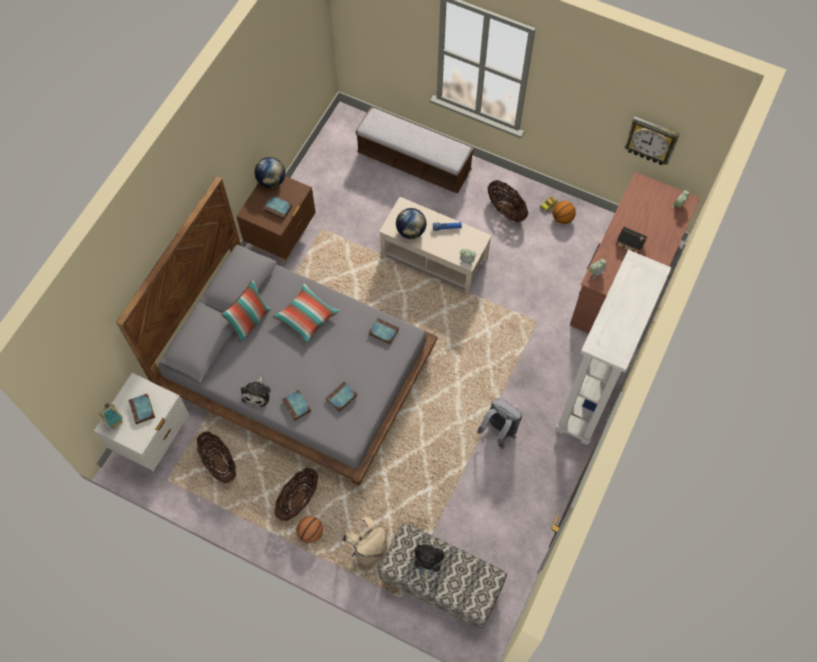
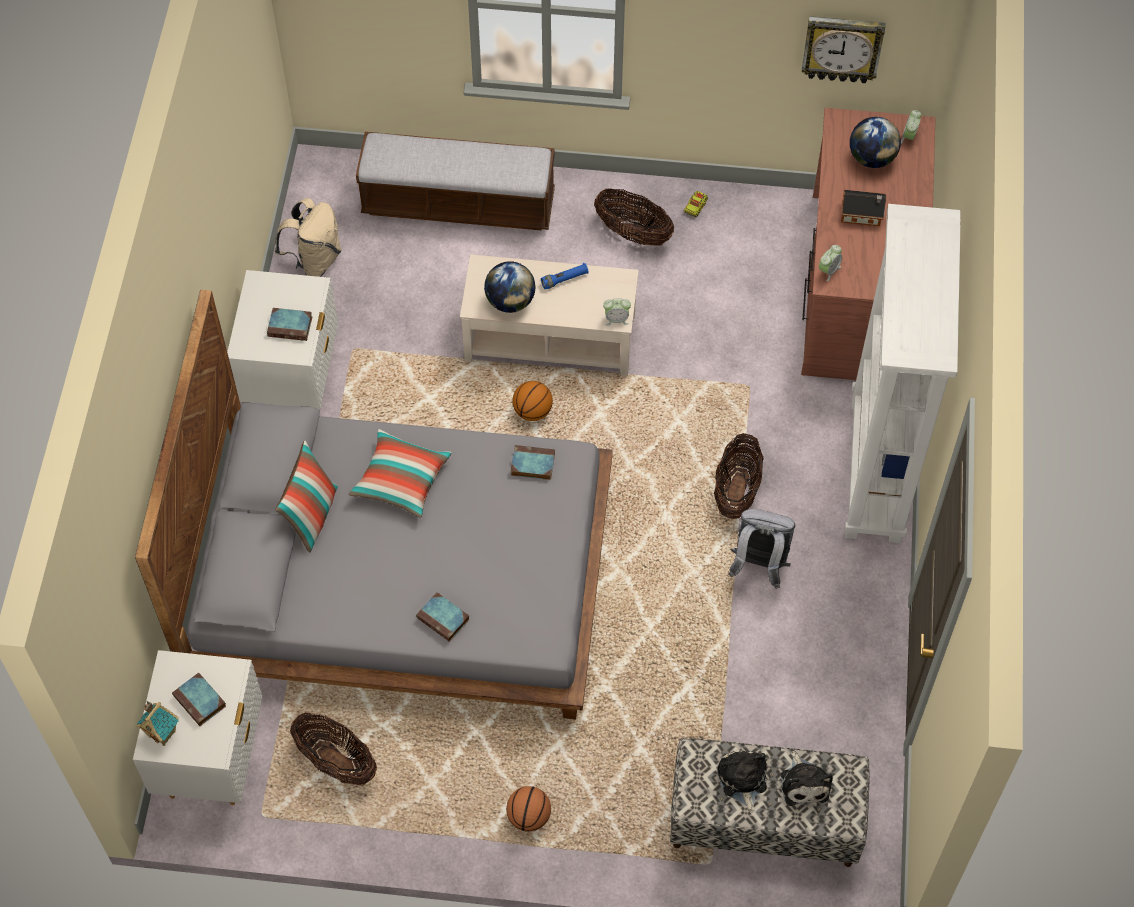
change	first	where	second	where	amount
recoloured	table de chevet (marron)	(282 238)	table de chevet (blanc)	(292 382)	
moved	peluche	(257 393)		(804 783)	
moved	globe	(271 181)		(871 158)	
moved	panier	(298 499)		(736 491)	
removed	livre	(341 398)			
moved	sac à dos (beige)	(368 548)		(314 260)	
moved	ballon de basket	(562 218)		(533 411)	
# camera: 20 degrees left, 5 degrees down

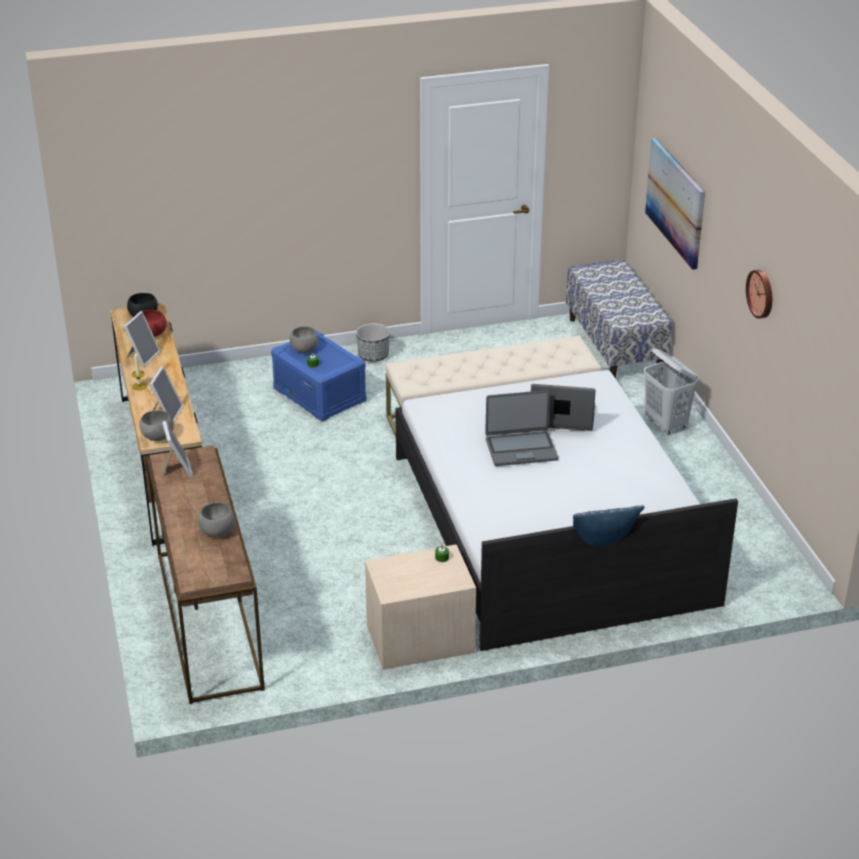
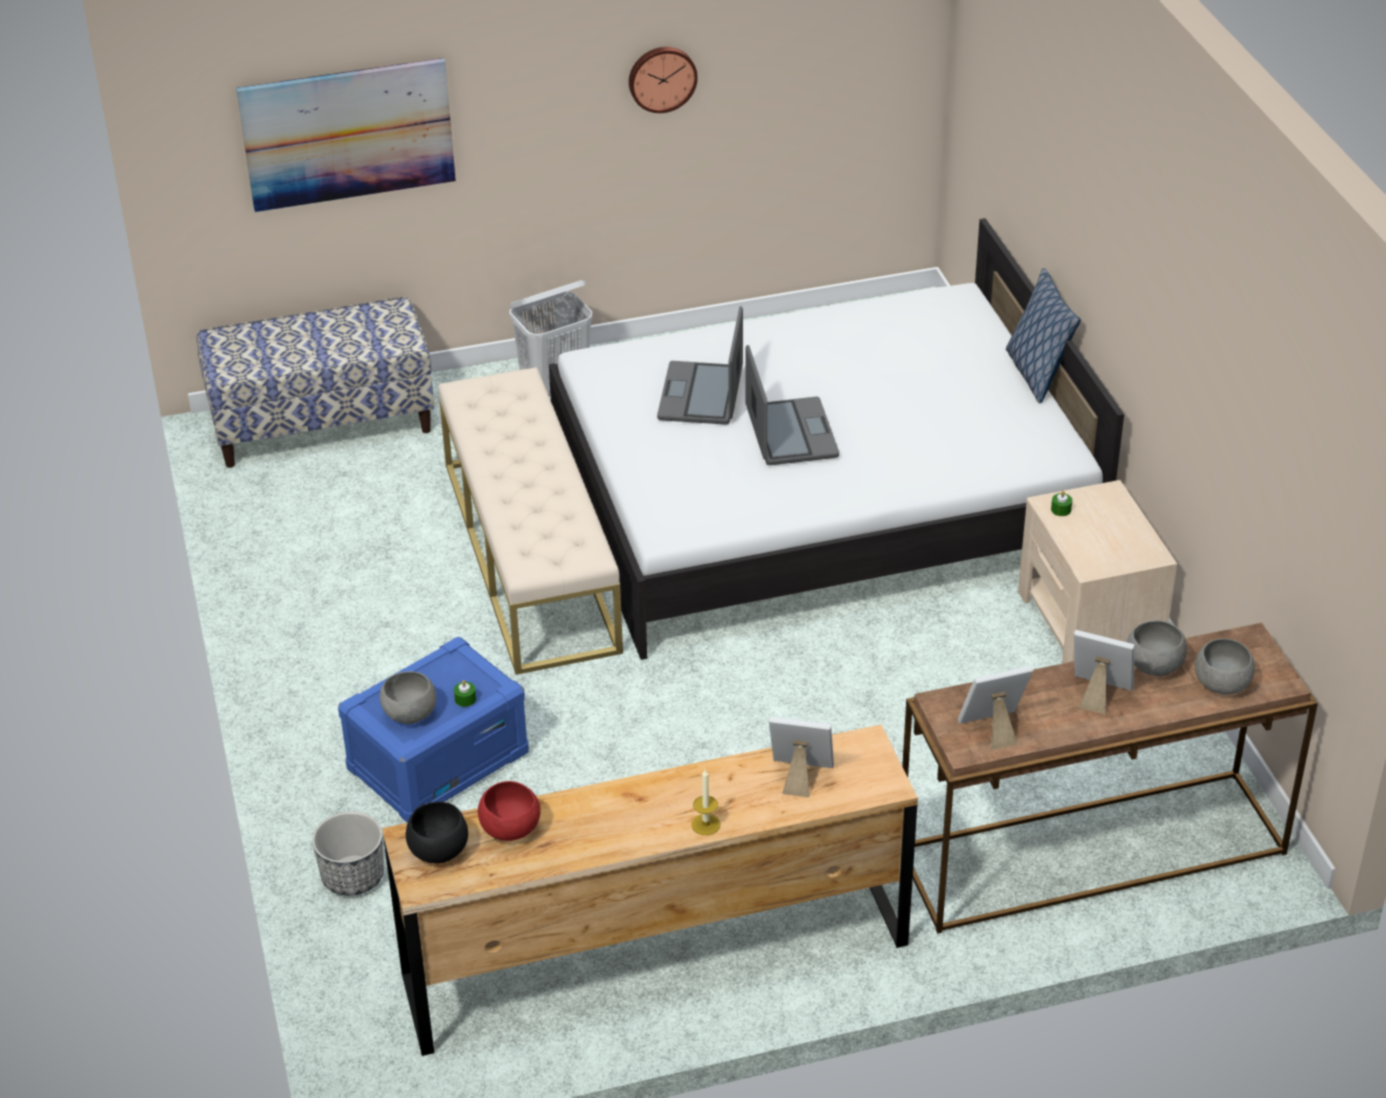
change	first	where	second	where	amount
moved	cadre photo	(142 357)		(1098 694)	
moved	bol (gris)	(158 437)		(1222 685)	
moved	cache-pot	(373 356)		(353 876)	
# camera: 90 degrees left, 5 degrees up

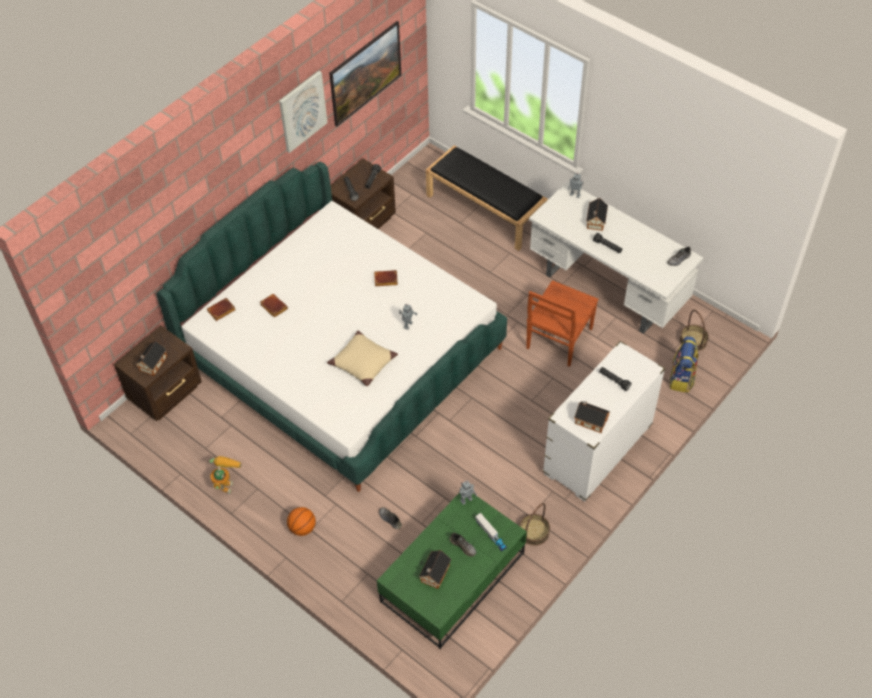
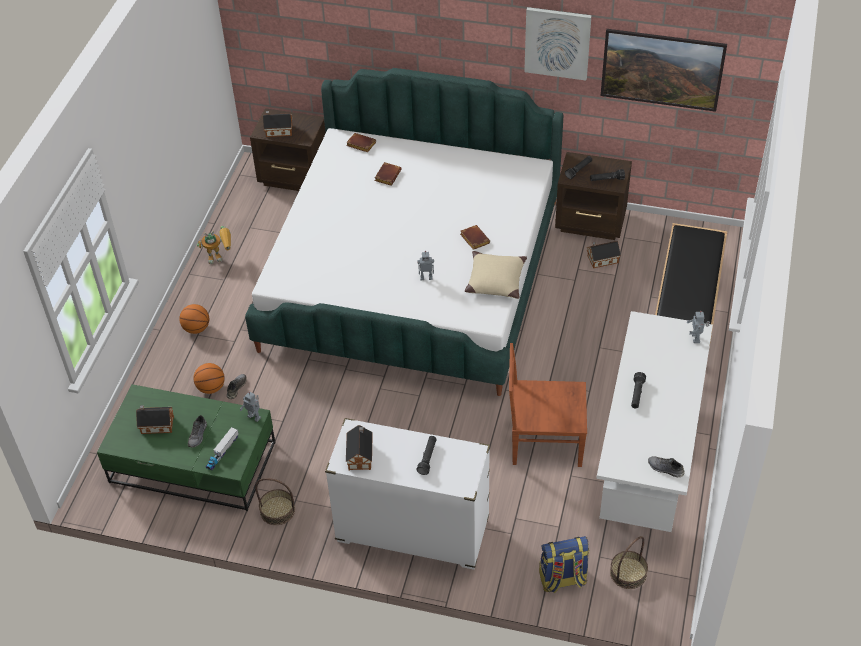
change	first	where	second	where	amount
moved	coussin (beige)	(362 363)		(495 280)	
moved	maison miniature	(595 221)		(601 259)	
added			ballon de basket	(211 388)	
# camera: 65 degrees right, 5 degrees down

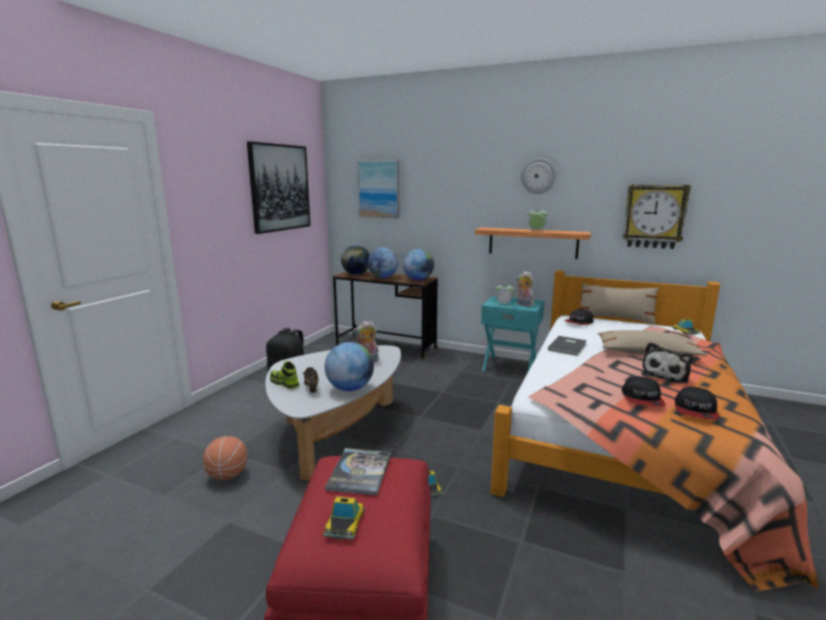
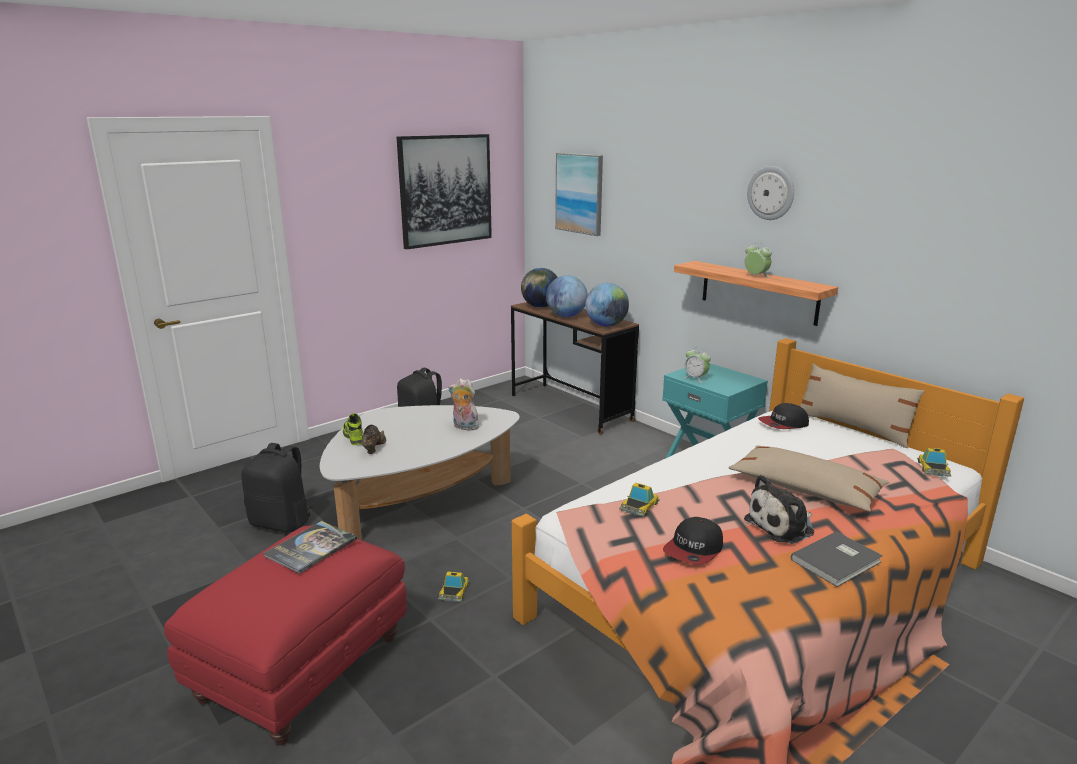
change	first	where	second	where	amount
replaced	ballon de basket	(227 475)	sac à dos (noir)	(282 522)	
moved	petite voiture	(344 523)		(639 505)	
removed	globe	(350 388)			
removed	peluche	(523 304)			
moved	livre (gris)	(568 347)		(838 561)	
removed	horloge murale	(654 216)			
removed	casquette	(695 411)			
# camera: 25 degrees right, 5 degrees up

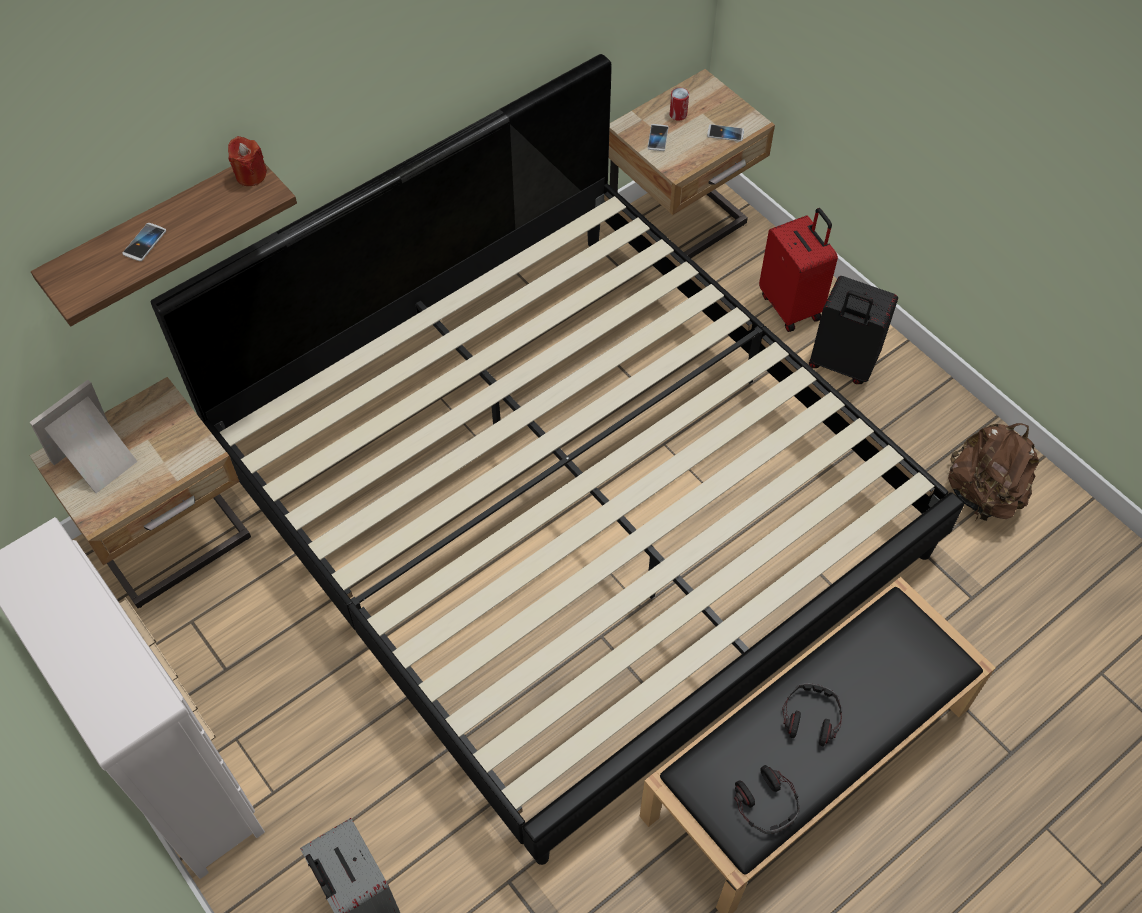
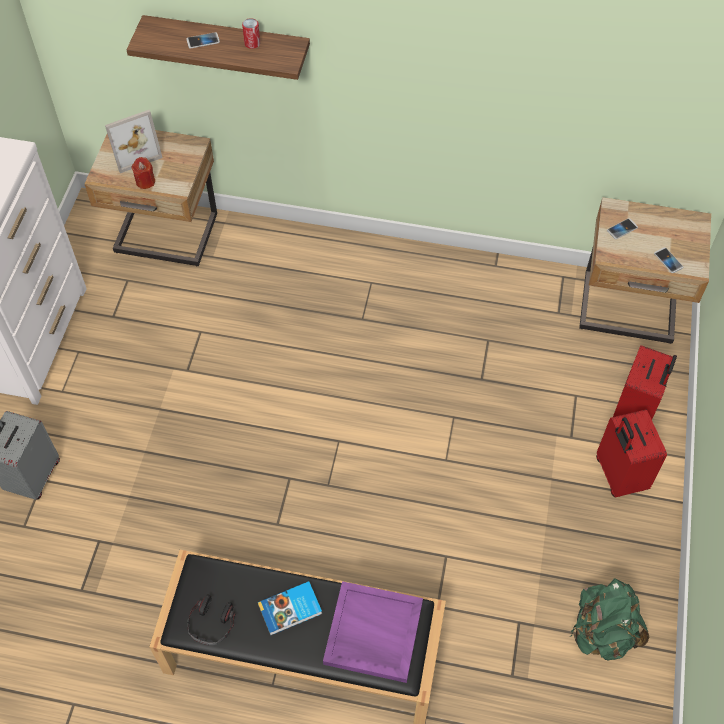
change	first	where	second	where	amount
turned	cadre photo	(98 460)		(133 151)	150 degrees clockwise
removed	lit	(570 505)			
moved	bougie (rouge)	(250 175)		(145 181)	
moved	boîte métallique	(678 114)		(252 43)	
replaced	casque audio	(810 717)	livre	(290 610)	
recoloured	valise (noir)	(841 364)	valise (rouge)	(618 475)	
recoloured	sac à dos (marron)	(983 494)	sac à dos (vert)	(602 631)	
added			plateau (violet)	(372 633)	
# camera: 50 degrees right, 0 degrees up

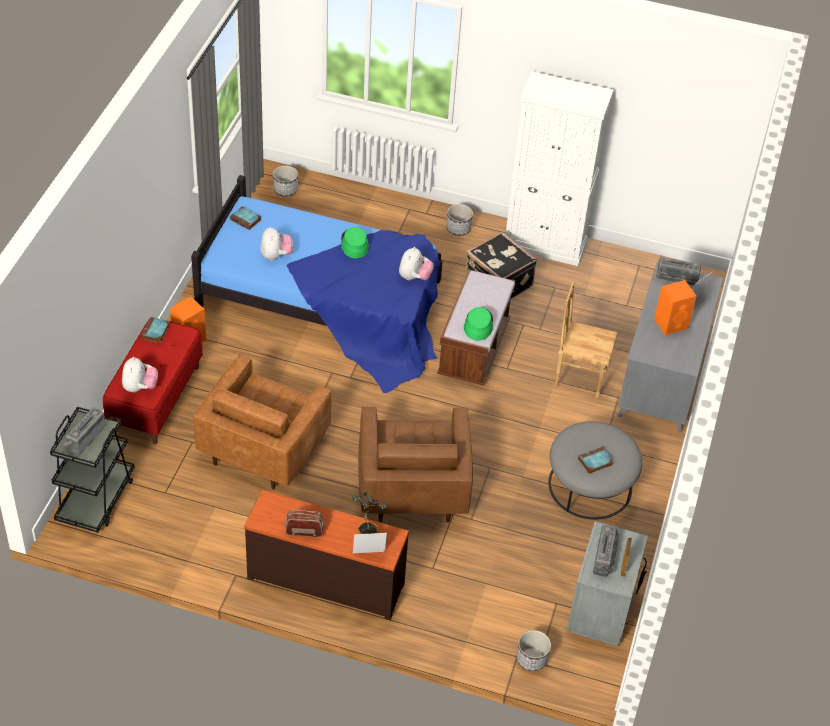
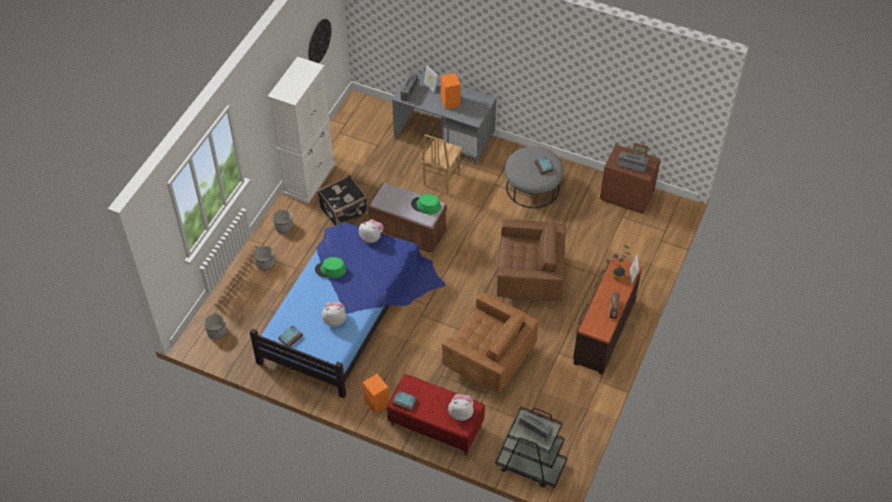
change	first	where	second	where	amount
moved	cache-pot	(532 659)		(265 263)	
recoloured	table de chevet (gris)	(602 609)	table de chevet (marron)	(626 196)	
added			horloge murale	(319 41)	
# camera: 80 degrees left, 5 degrees up

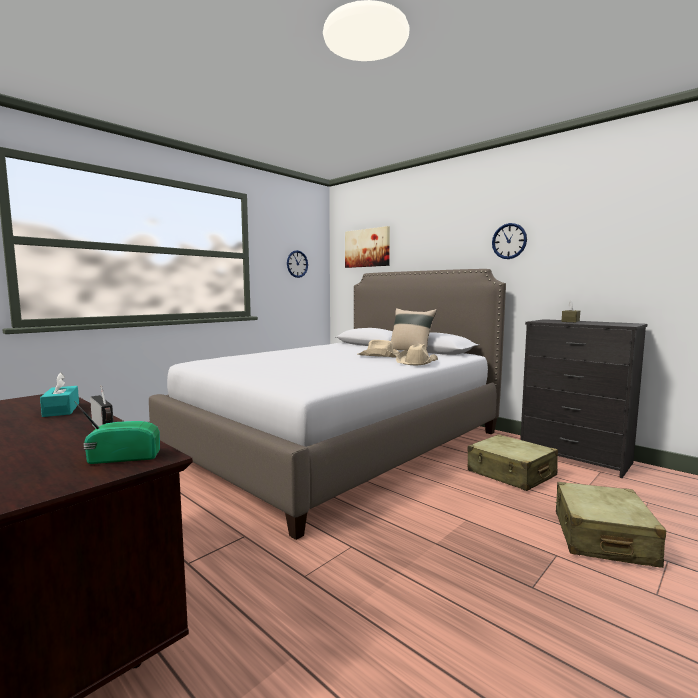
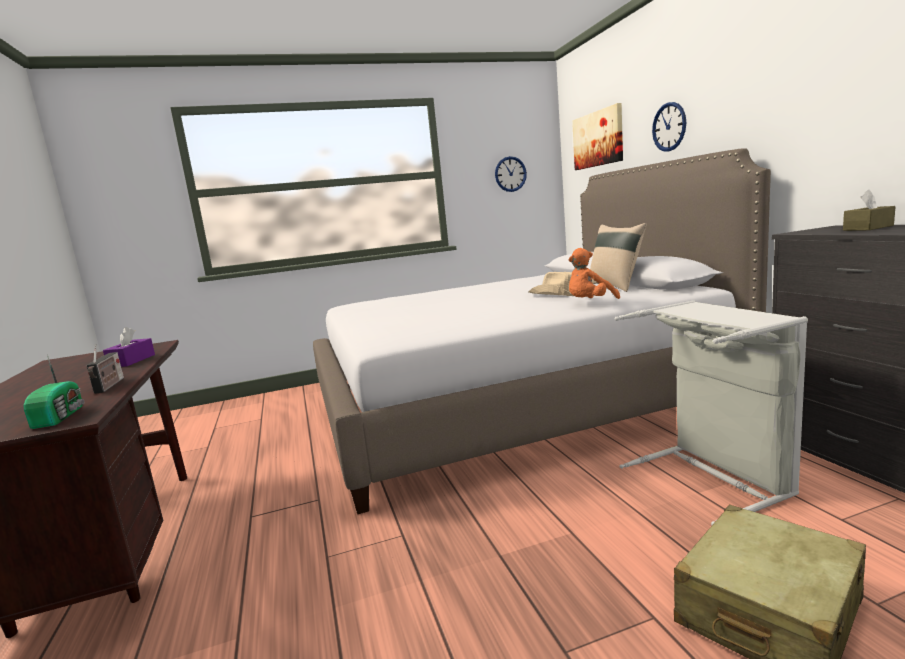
change	first	where	second	where	amount
recoloured	boîte à mouchoirs (turquoise)	(61 410)	boîte à mouchoirs (violet)	(132 361)	
turned	radio	(123 457)		(61 416)	60 degrees clockwise
replaced	chapeau (beige)	(417 362)	peluche (orange)	(589 303)	
replaced	valise (beige)	(511 474)	panier à linge (gris)	(714 477)	
moved	horloge murale	(509 241)		(669 127)	
# camera: 30 degrees right, 5 degrees up

